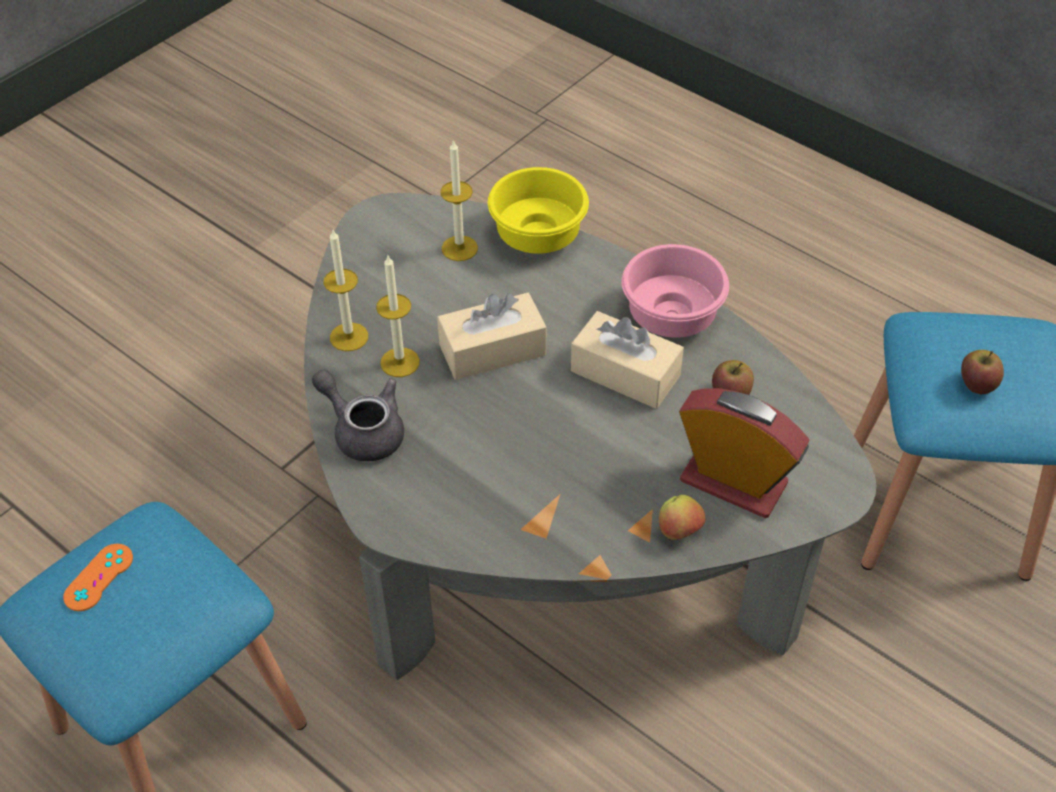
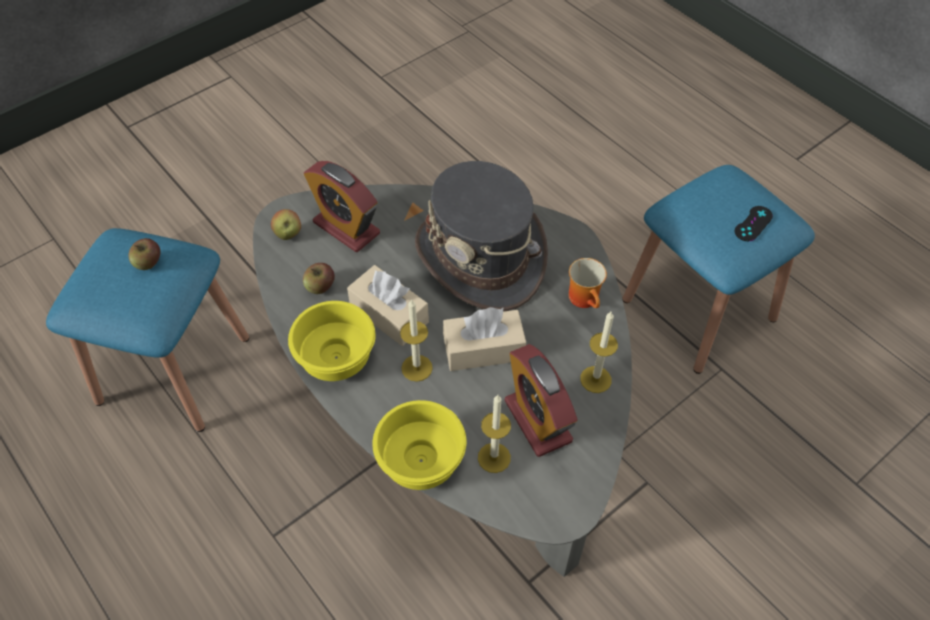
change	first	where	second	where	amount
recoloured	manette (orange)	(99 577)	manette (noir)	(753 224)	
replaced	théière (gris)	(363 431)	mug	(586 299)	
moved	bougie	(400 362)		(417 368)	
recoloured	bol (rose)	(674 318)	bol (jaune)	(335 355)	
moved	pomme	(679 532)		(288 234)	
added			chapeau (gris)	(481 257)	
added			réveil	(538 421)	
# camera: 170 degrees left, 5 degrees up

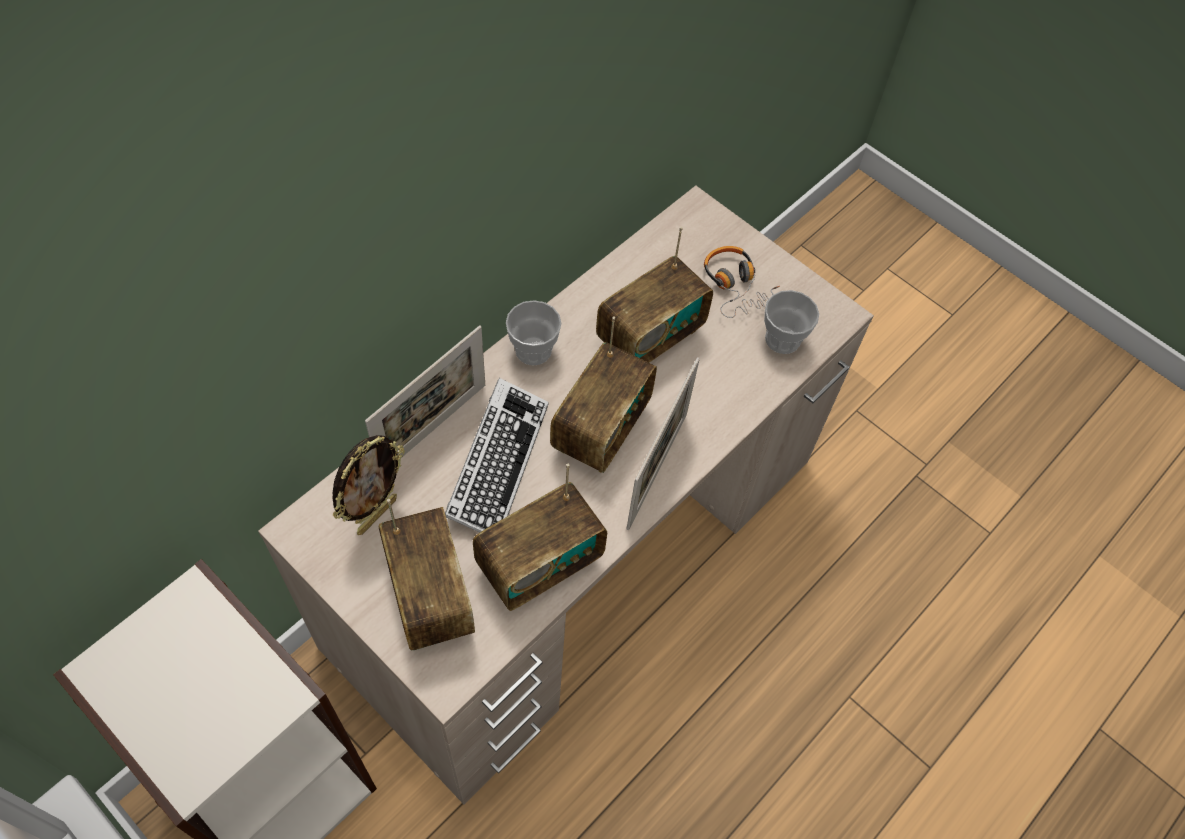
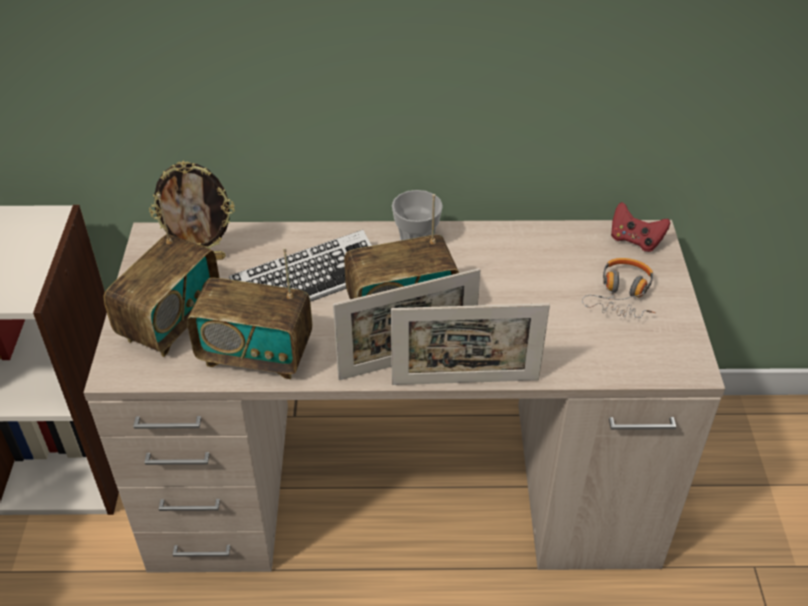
change	first	where	second	where	amount
moved	cadre photo	(433 428)		(465 382)	
removed	radio	(650 337)			
removed	tasse	(782 339)			
added			manette (rouge)	(635 240)	
# camera: 50 degrees right, 15 degrees down

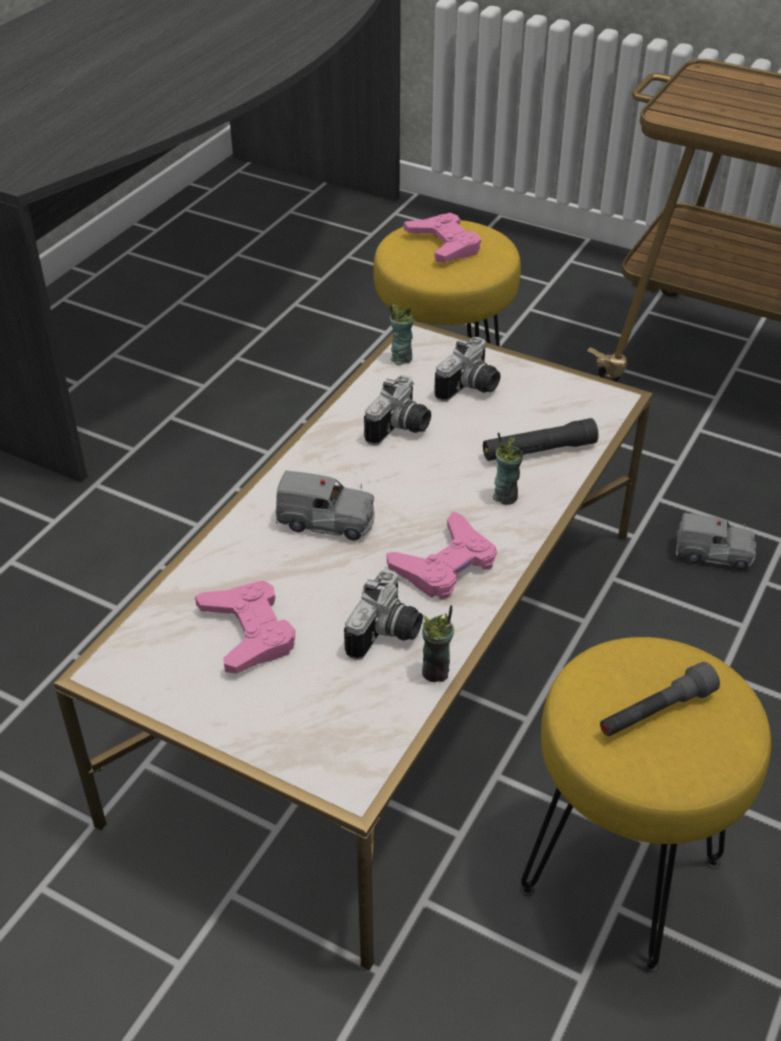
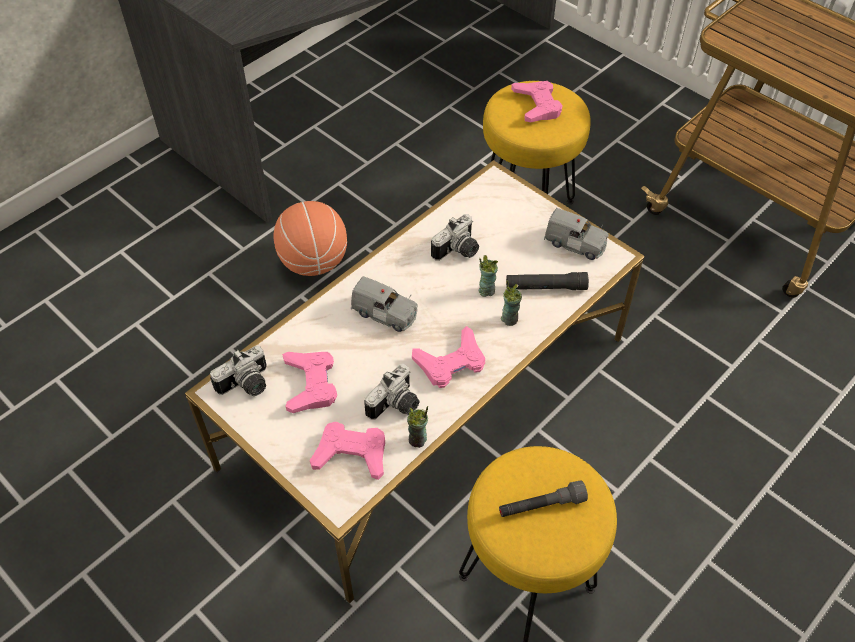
change	first	where	second	where	amount
moved	tasse	(401 358)		(486 290)	
moved	appareil photo	(471 389)		(247 385)	
moved	petite voiture (gris)	(713 554)		(575 244)	
added			ballon de basket	(313 261)	
added			manette (rose)	(351 454)	
# camera: 15 degrees right, 10 degrees up

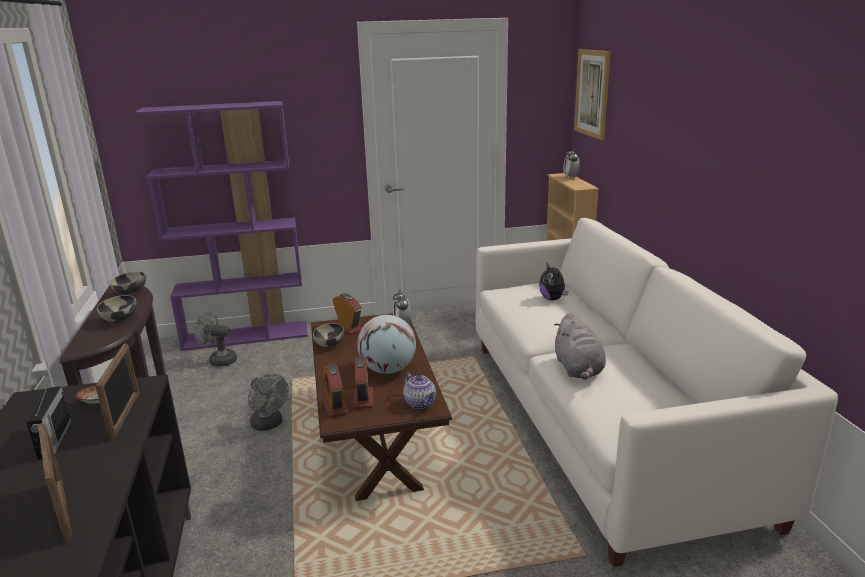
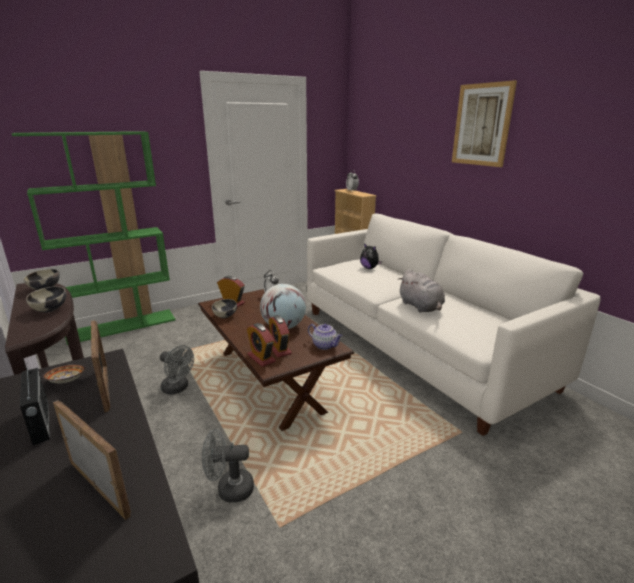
change	first	where	second	where	amount
recoloured	bibliothèque (violet)	(247 335)	bibliothèque (vert)	(123 326)	
moved	ventilateur (gris)	(219 360)		(229 489)	
moved	tableau	(592 93)		(482 125)	
# camera: 20 degrees left, 0 degrees up

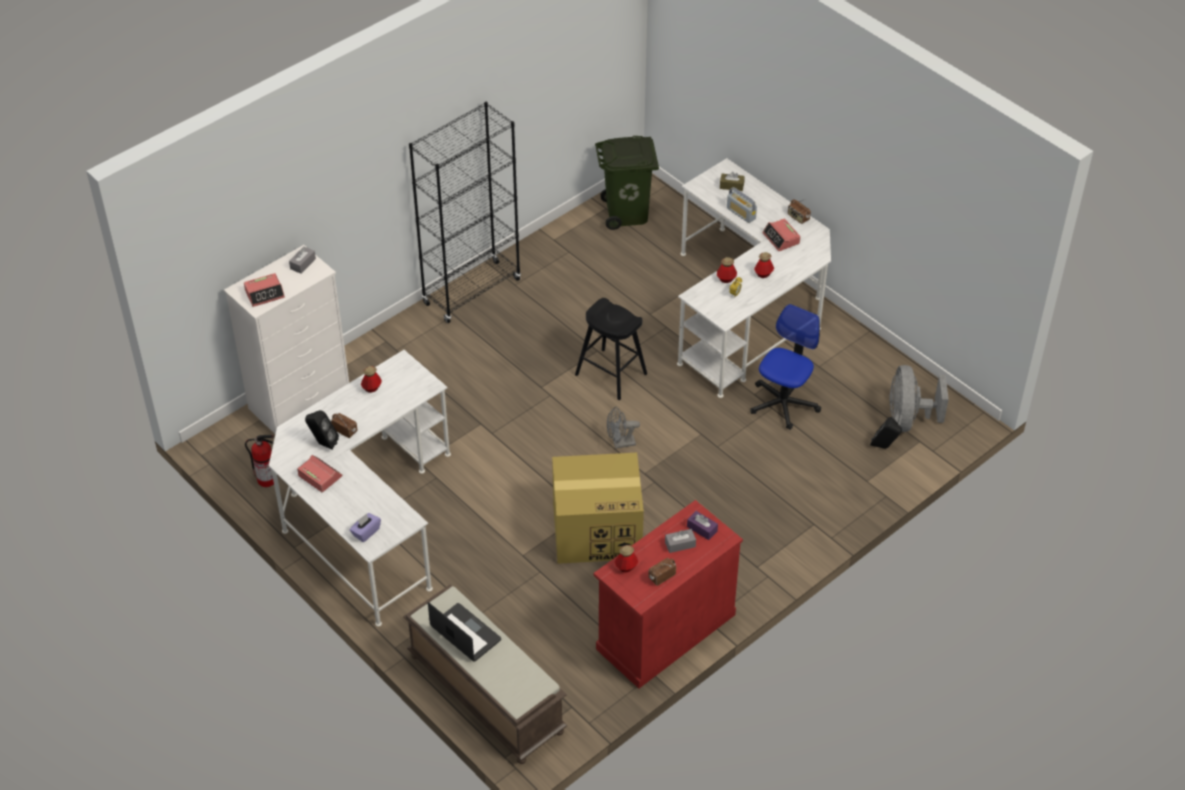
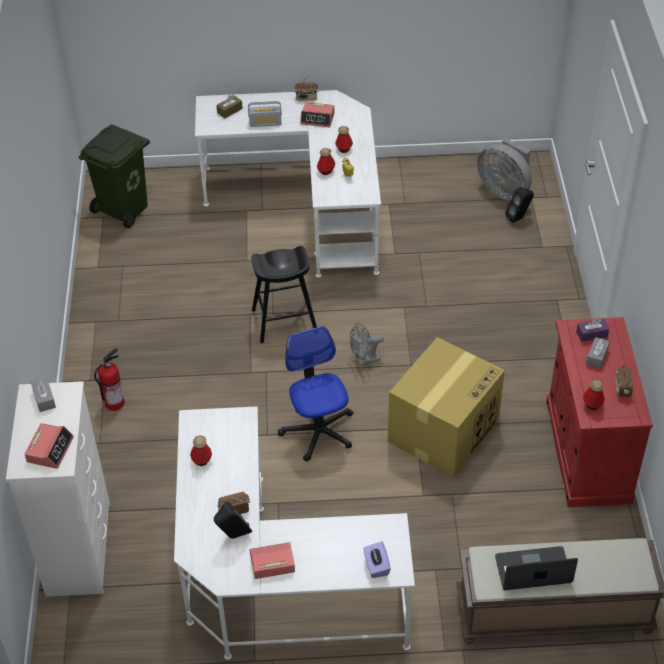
change	first	where	second	where	amount
moved	extincteur	(267 479)		(115 402)	
removed	bibliothèque (noir)	(472 292)			
turned	ventilateur (gris)	(620 443)		(364 360)	45 degrees clockwise
moved	chaise de bureau	(783 403)		(318 431)	
# camera: 50 degrees left, 0 degrees up

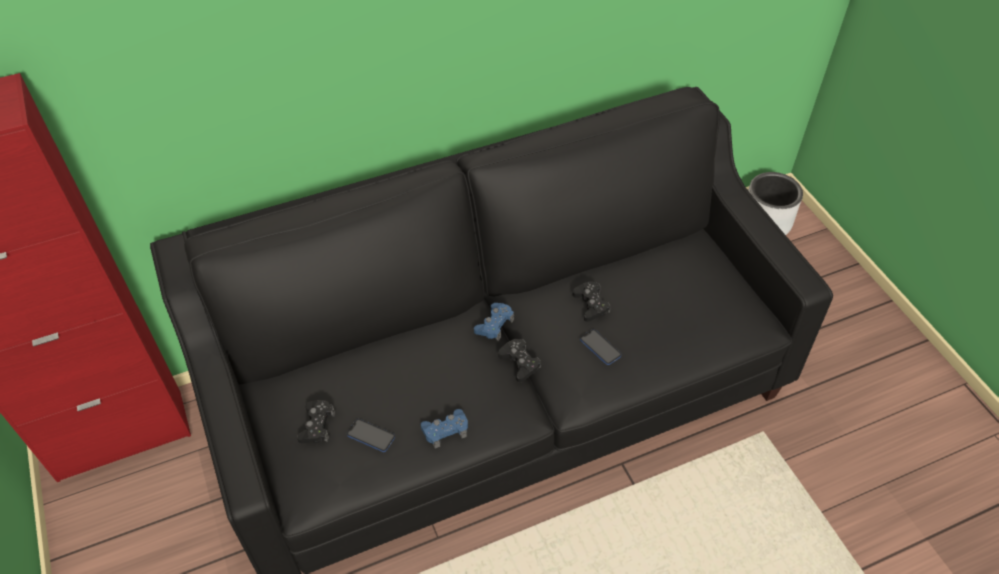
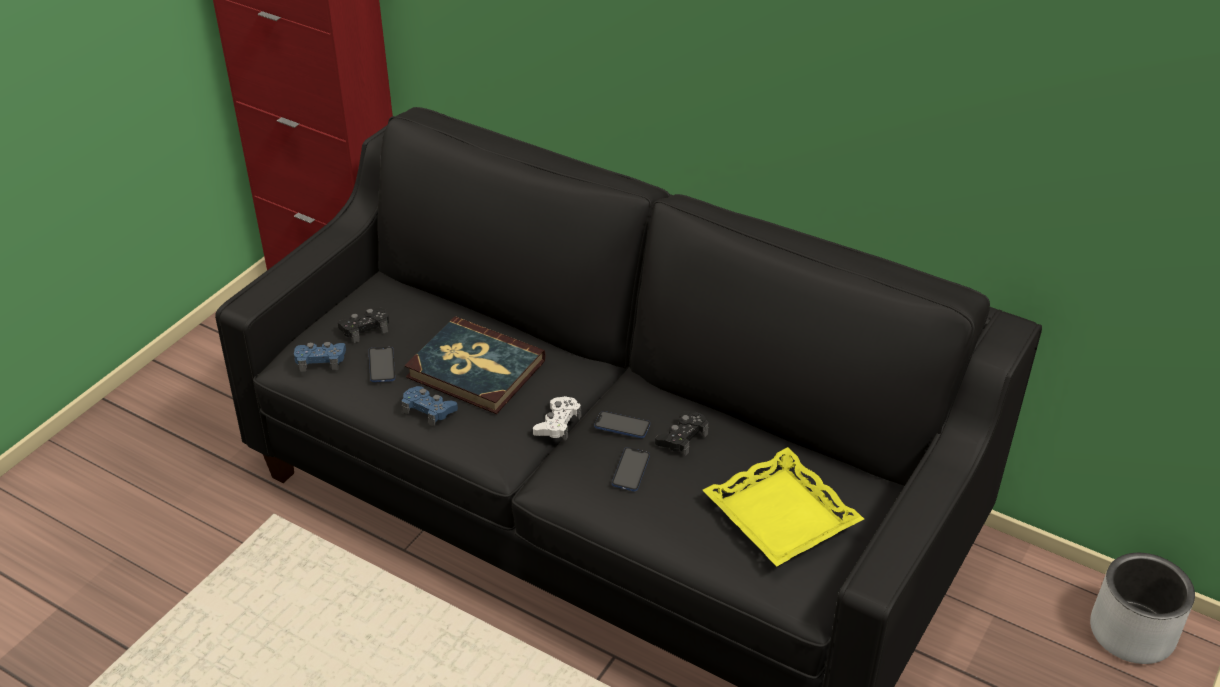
change	first	where	second	where	amount
moved	manette (bleu)	(494 325)		(320 360)	
recoloured	manette (noir)	(519 363)	manette (blanc)	(558 424)	
added			livre	(475 369)	
added			téléphone	(622 426)	
added			plateau (jaune)	(782 514)	
# camera: 55 degrees right, 10 degrees down

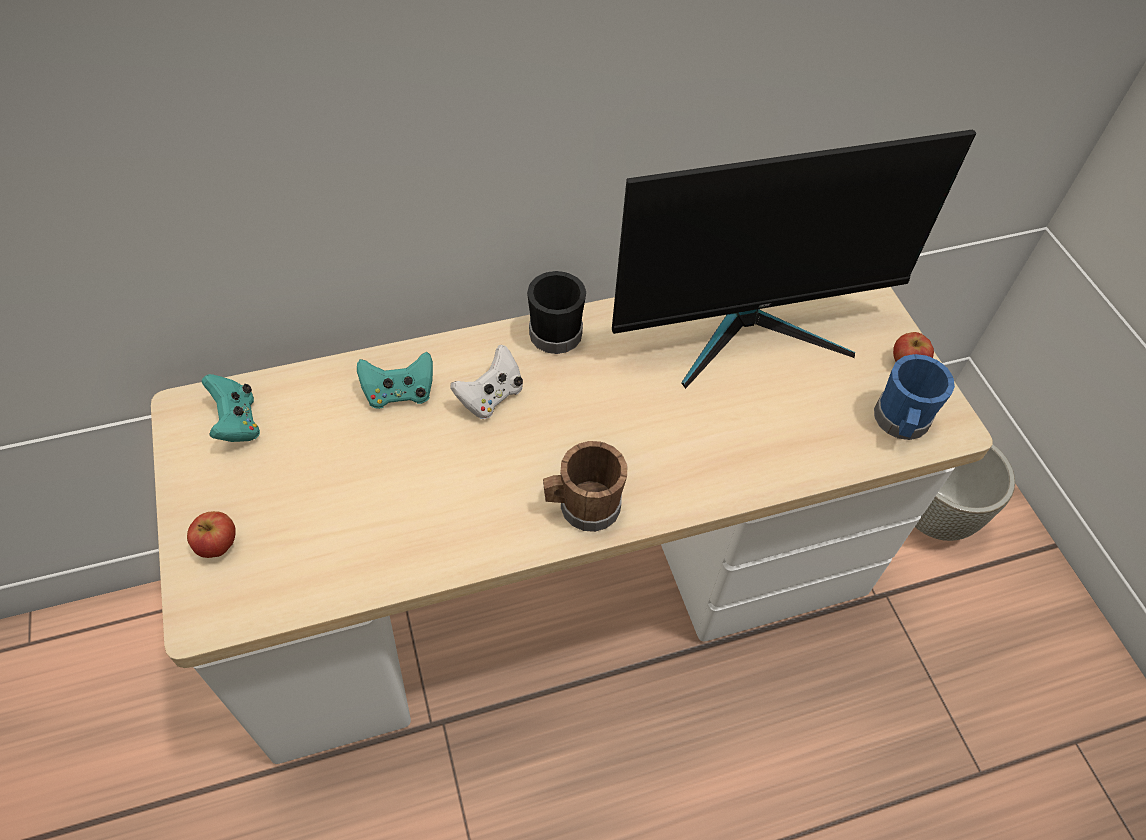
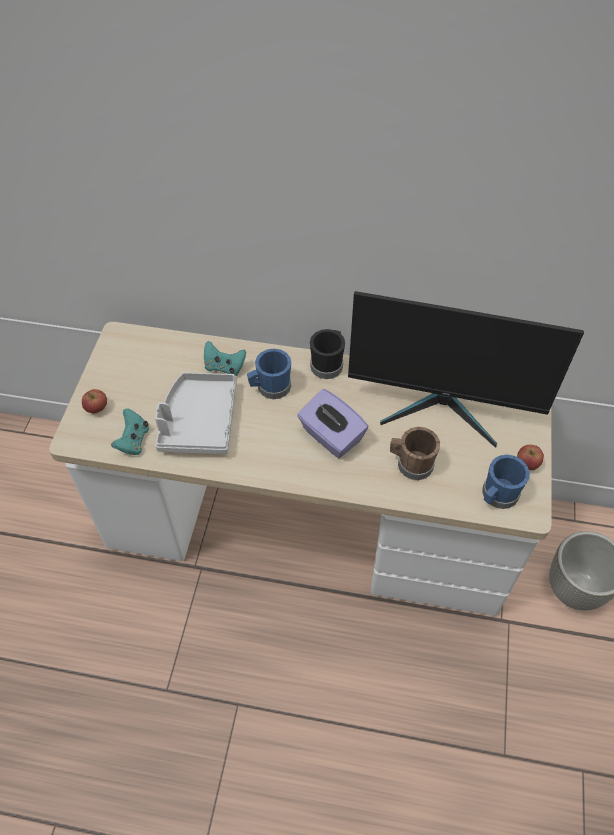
change	first	where	second	where	amount
moved	manette (turquoise)	(237 423)		(133 441)	
replaced	manette (blanc)	(491 397)	mug (bleu)	(270 387)	
moved	mug (marron)	(582 506)		(411 464)	
added			plateau (gris)	(199 421)	
added			boîte à mouchoirs (violet)	(331 436)	
# camera: 30 degrees right, 0 degrees up

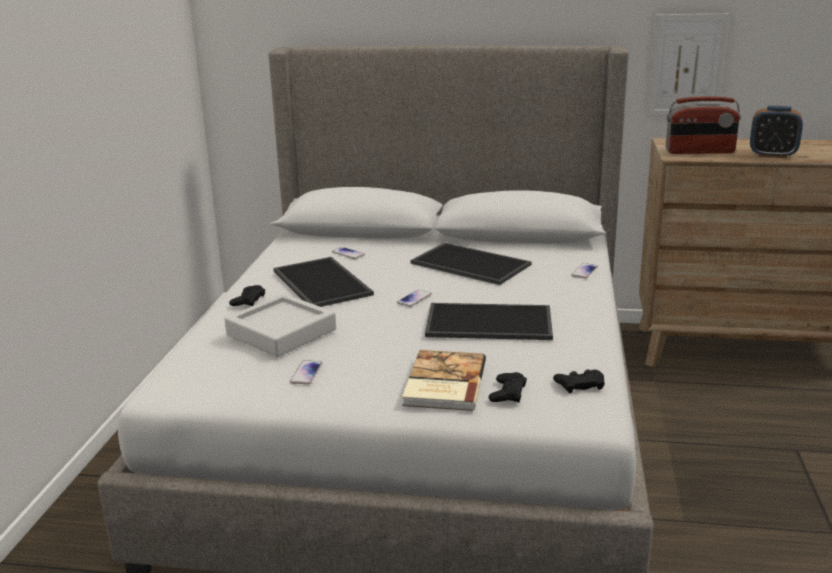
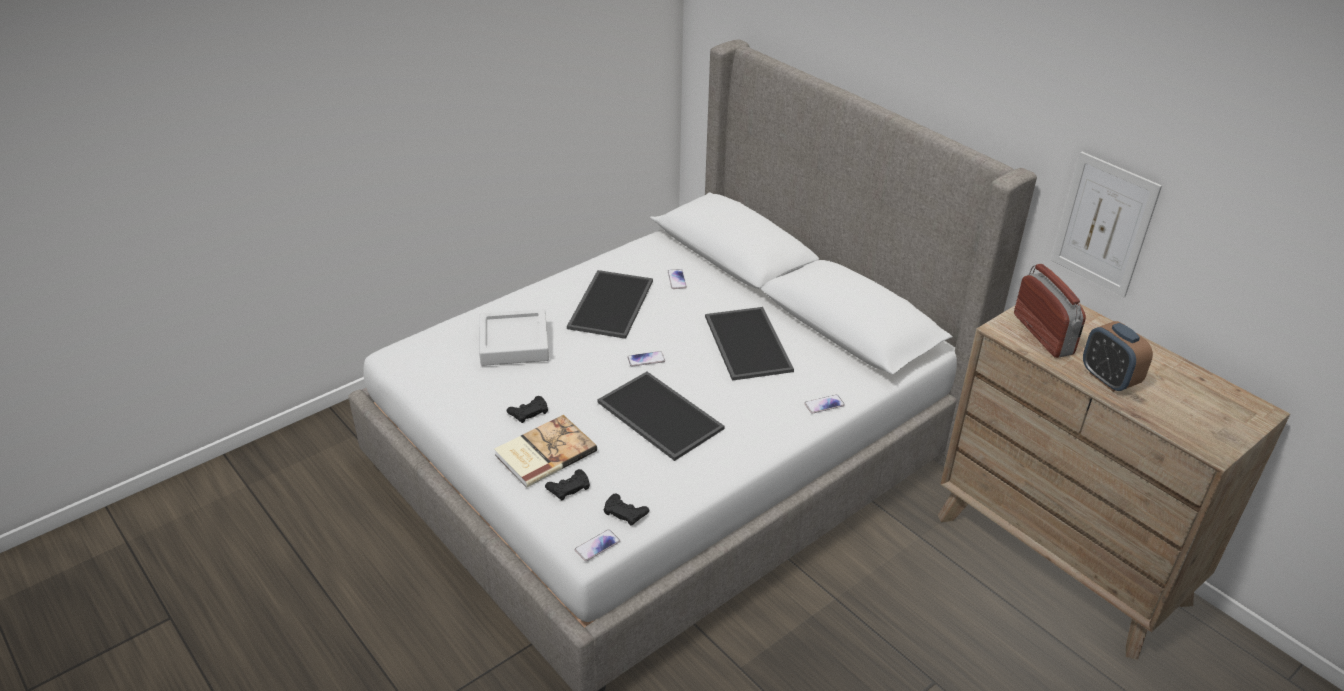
change	first	where	second	where	amount
moved	manette (noir)	(248 300)		(528 412)	
moved	téléphone	(306 373)		(597 546)	
turned	radio	(700 152)		(1043 334)	150 degrees counterclockwise
# camera: 40 degrees right, 15 degrees up

